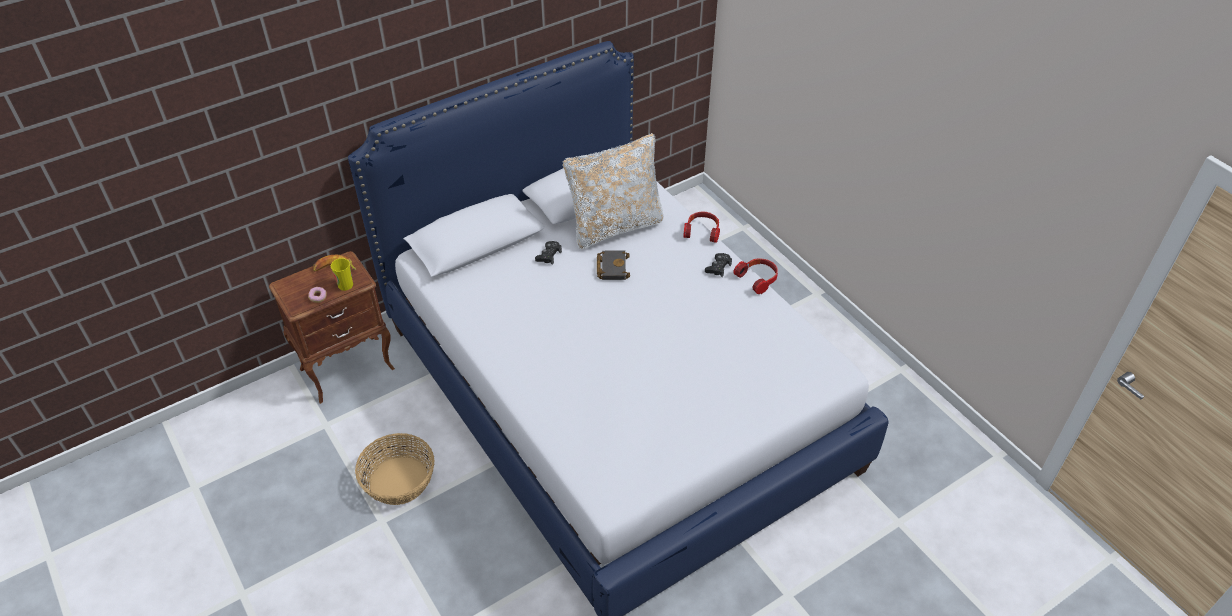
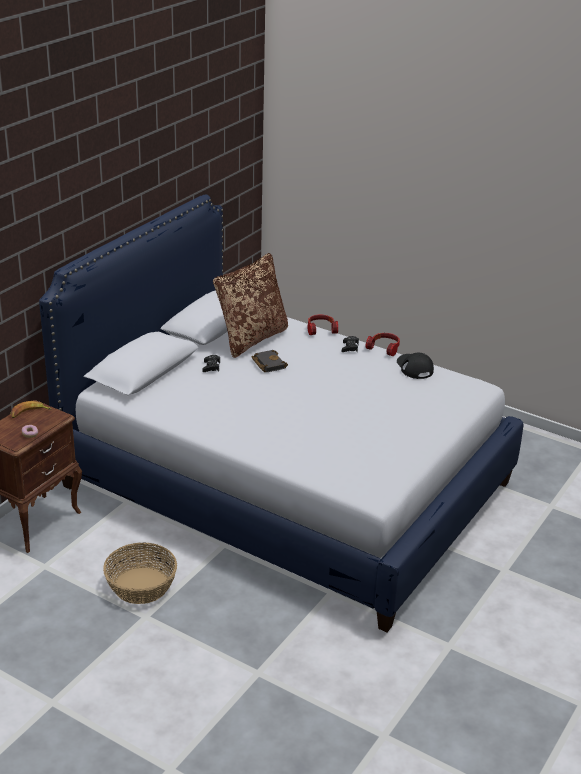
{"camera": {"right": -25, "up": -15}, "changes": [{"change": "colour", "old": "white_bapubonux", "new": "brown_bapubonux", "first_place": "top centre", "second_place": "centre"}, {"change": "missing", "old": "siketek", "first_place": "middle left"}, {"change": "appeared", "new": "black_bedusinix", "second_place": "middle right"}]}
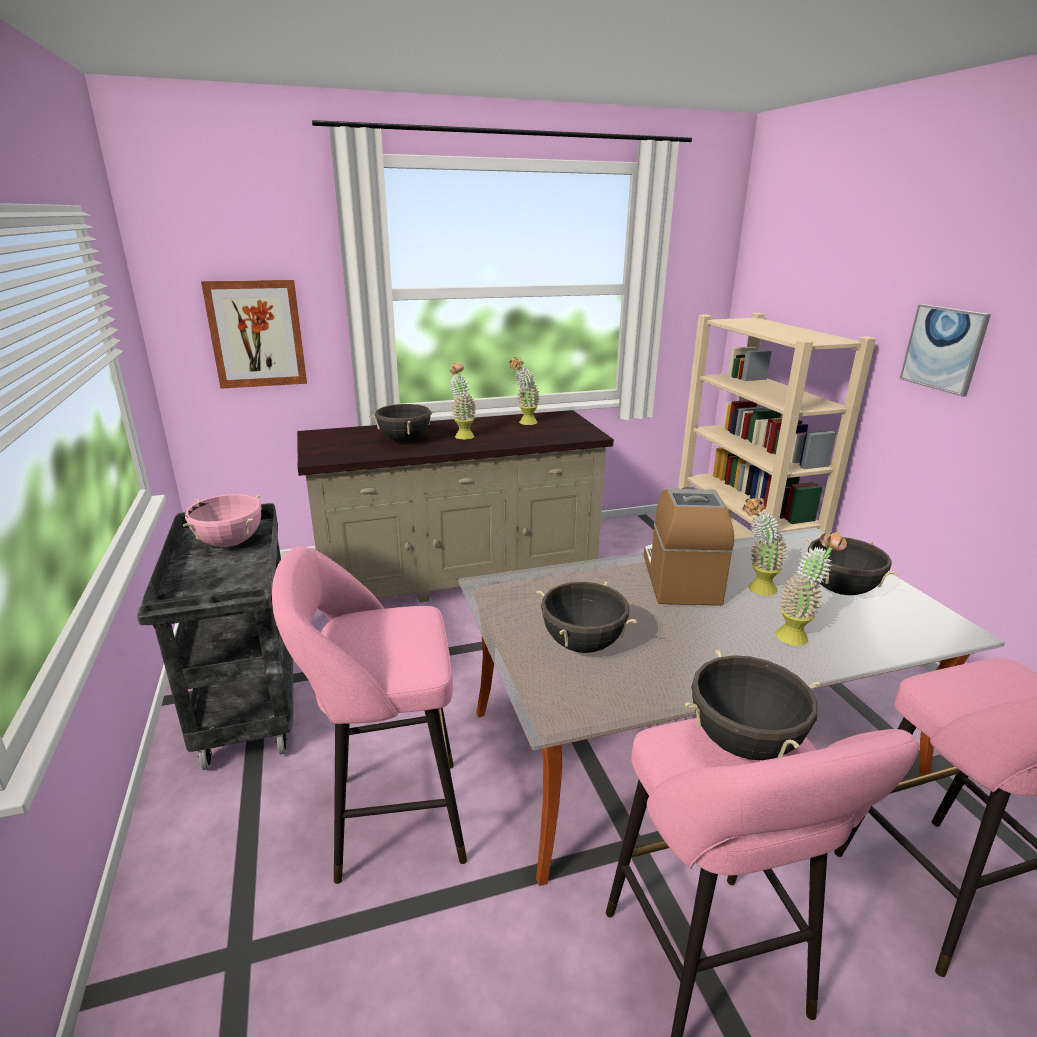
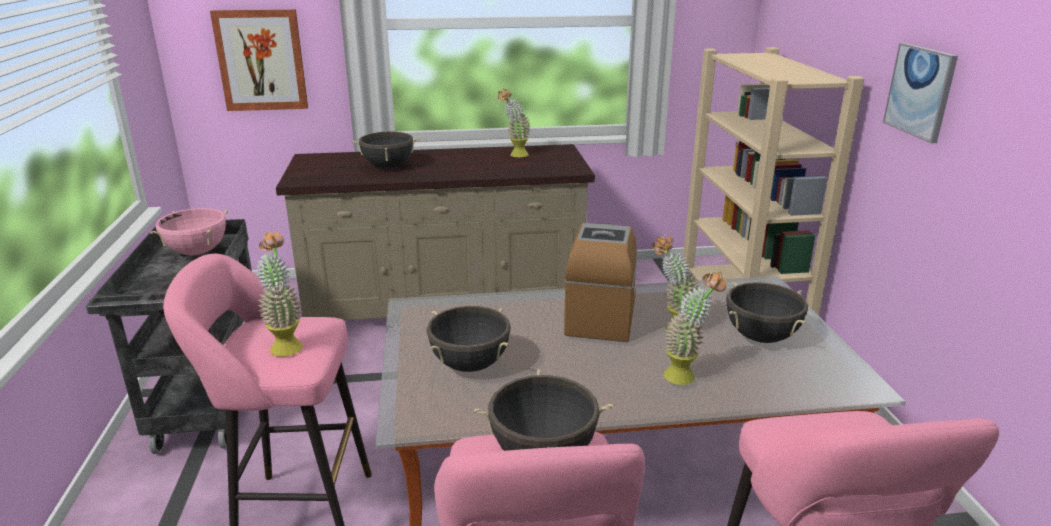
{"camera": {"right": 10, "up": 0}, "changes": [{"change": "relocated", "old": "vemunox (no. 1 from left)", "first_place": "centre", "second_place": "middle left"}]}
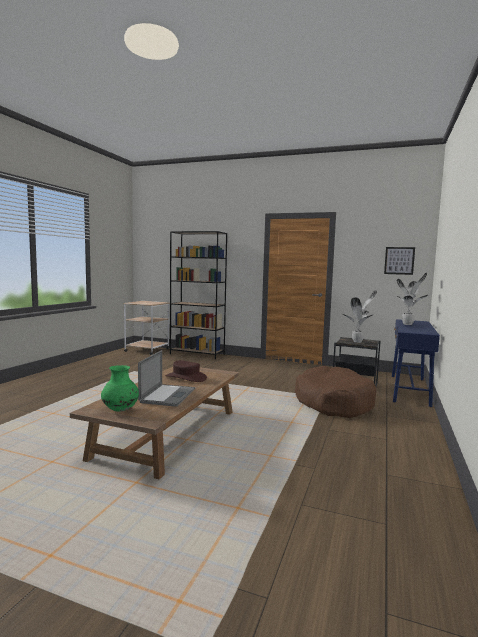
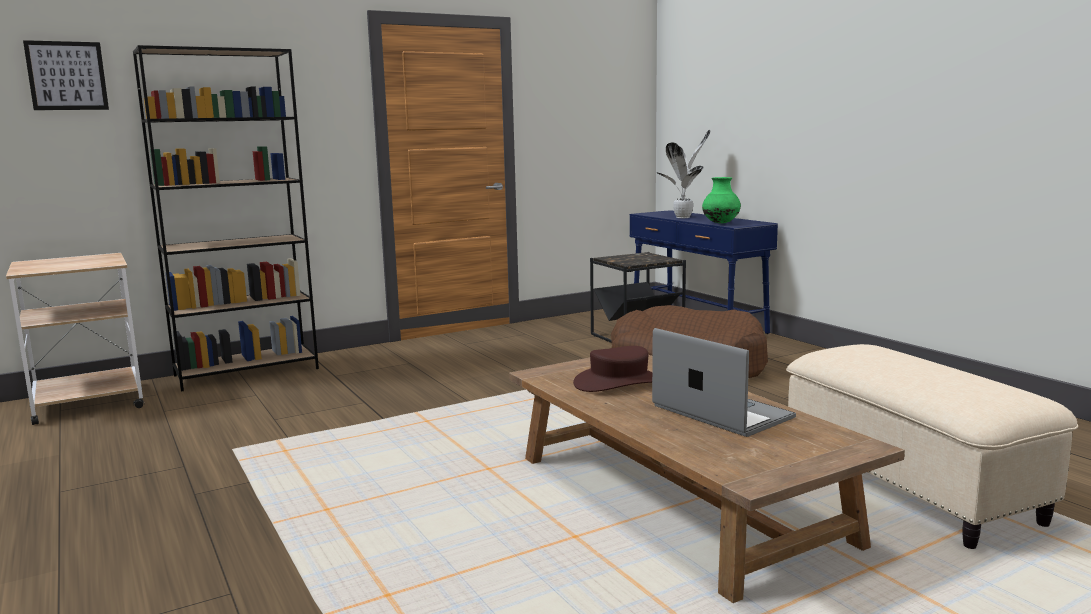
{"camera": {"right": -50, "up": 5}, "changes": [{"change": "relocated", "old": "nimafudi", "first_place": "middle right", "second_place": "top left"}, {"change": "missing", "old": "vemunox (no. 1 from left)", "first_place": "middle right"}, {"change": "relocated", "old": "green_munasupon", "first_place": "middle left", "second_place": "top centre"}, {"change": "appeared", "new": "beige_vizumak", "second_place": "bottom right"}]}
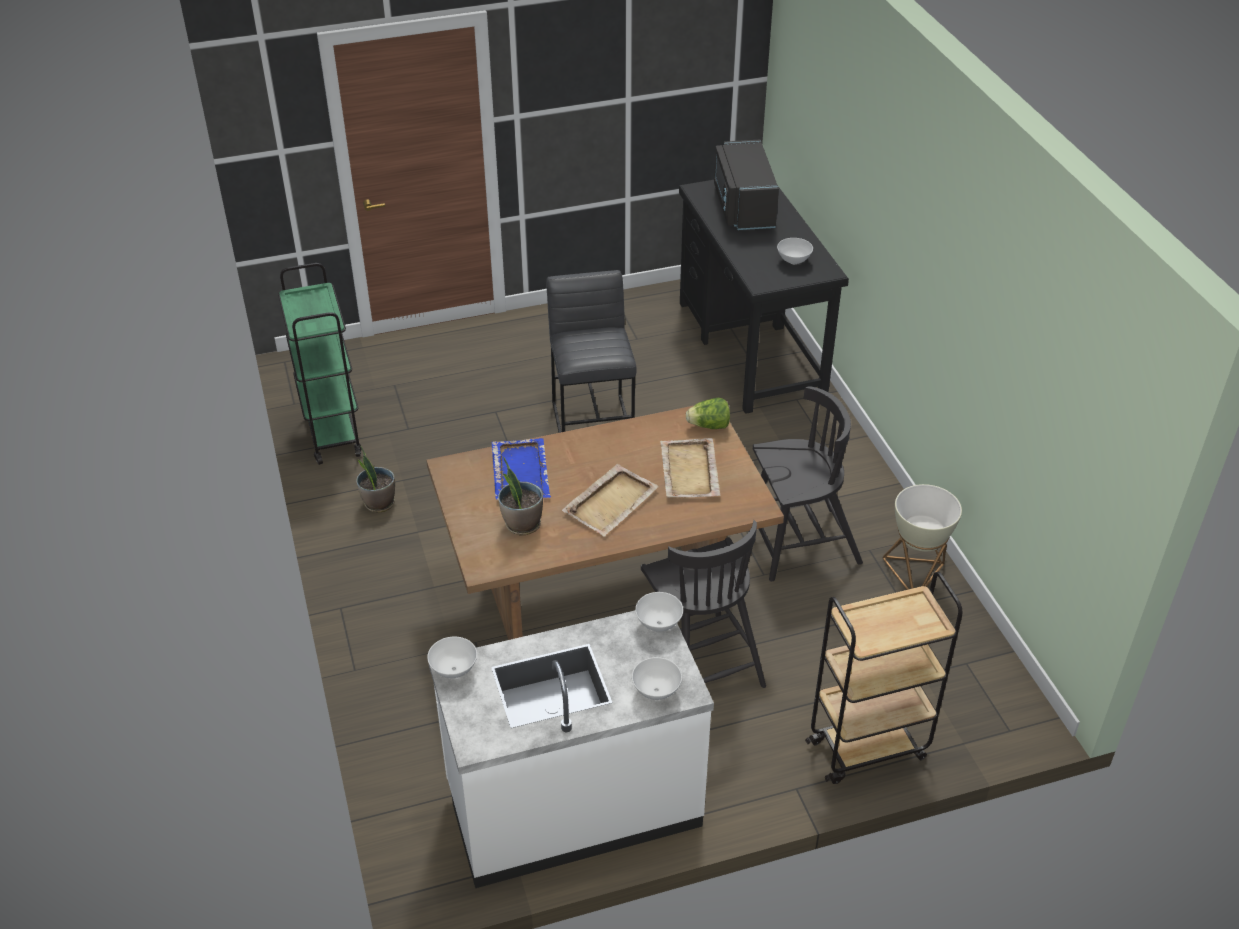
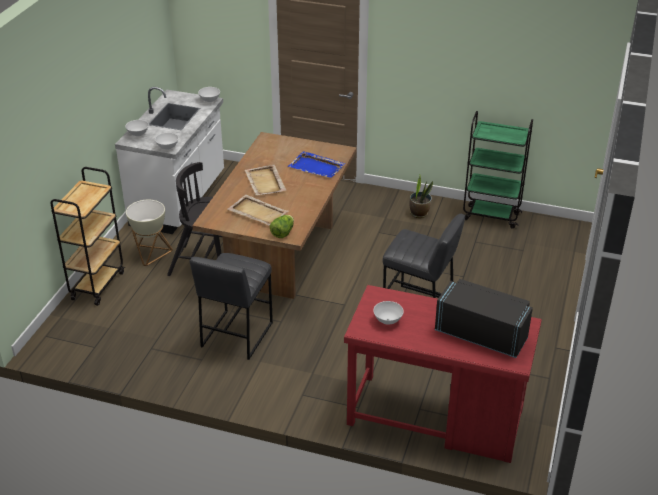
{"camera": {"right": 125, "up": -5}, "changes": [{"change": "colour", "old": "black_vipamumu", "new": "red_vipamumu", "first_place": "top centre", "second_place": "bottom right"}, {"change": "exchanged", "old": "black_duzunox (no. 2 from left)", "new": "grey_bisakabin (no. 1 from left)", "first_place": "centre", "second_place": "centre"}, {"change": "missing", "old": "vemunox (no. 2 from left)", "first_place": "centre"}, {"change": "relocated", "old": "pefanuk", "first_place": "middle right", "second_place": "middle left"}]}
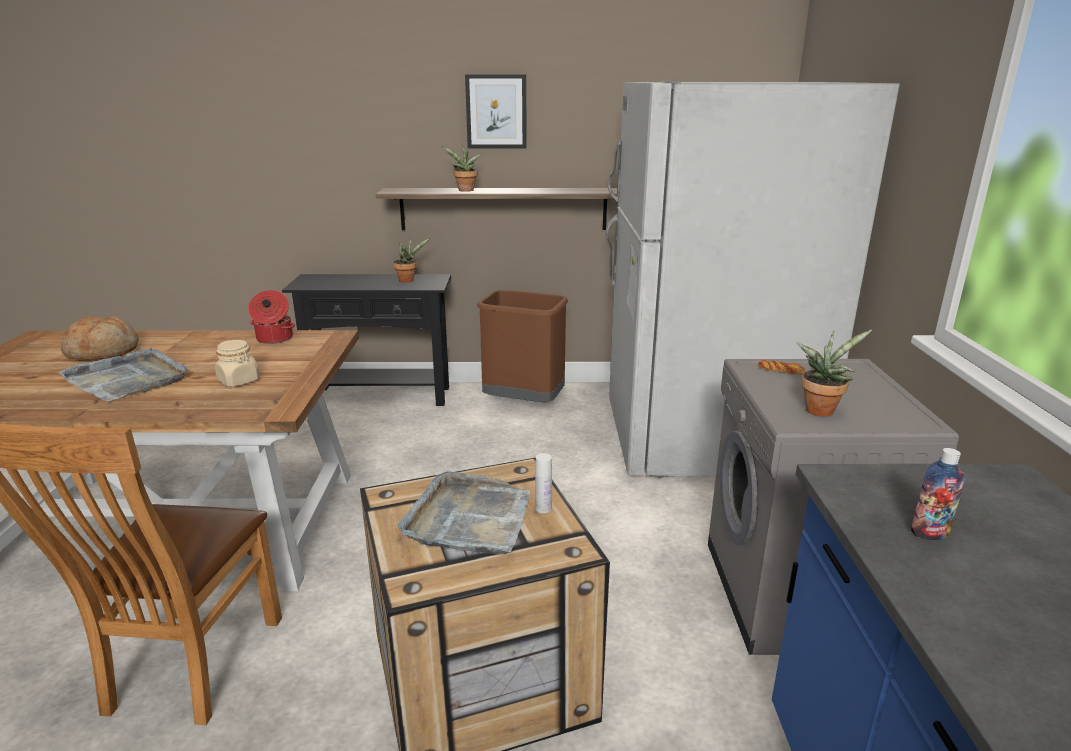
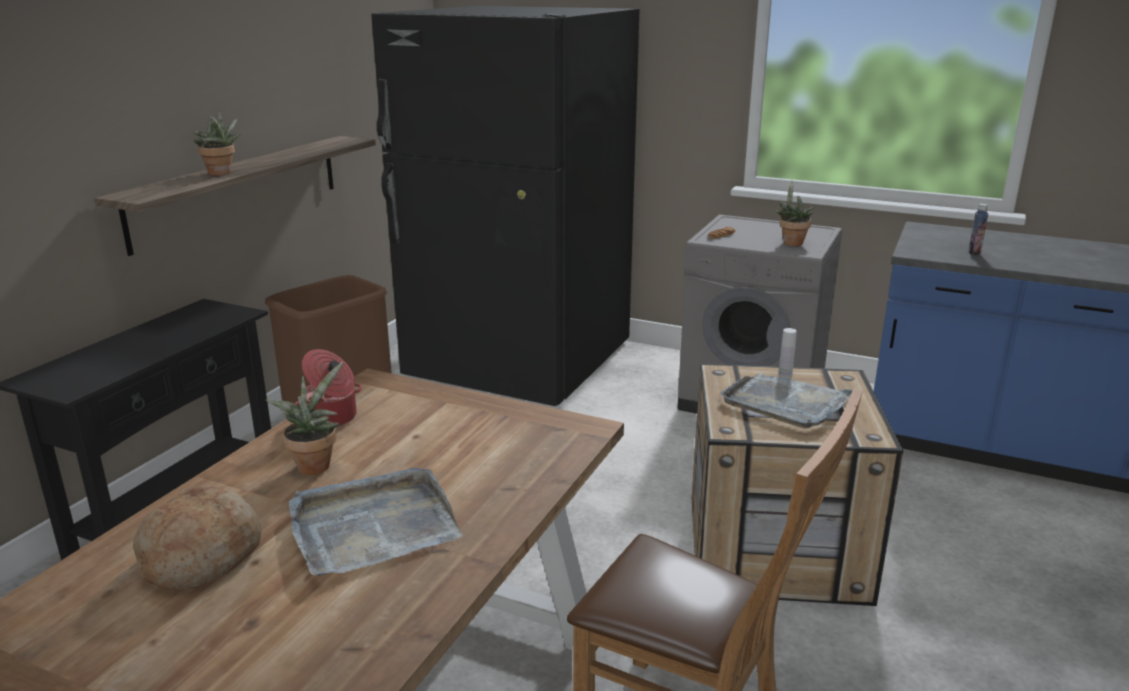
{"camera": {"right": -65, "up": 0}, "changes": [{"change": "missing", "old": "nimafudi", "first_place": "top centre"}, {"change": "colour", "old": "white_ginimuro", "new": "black_ginimuro", "first_place": "middle right", "second_place": "top centre"}, {"change": "relocated", "old": "vemunox (no. 1 from left in the first image)", "new": "vemunox (no. 2 from left)", "first_place": "centre", "second_place": "middle left"}, {"change": "missing", "old": "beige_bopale", "first_place": "middle left"}]}
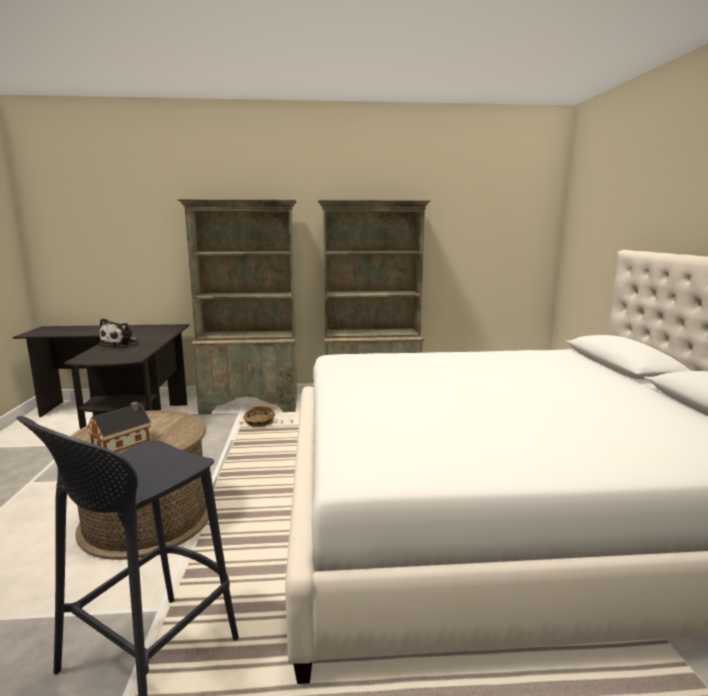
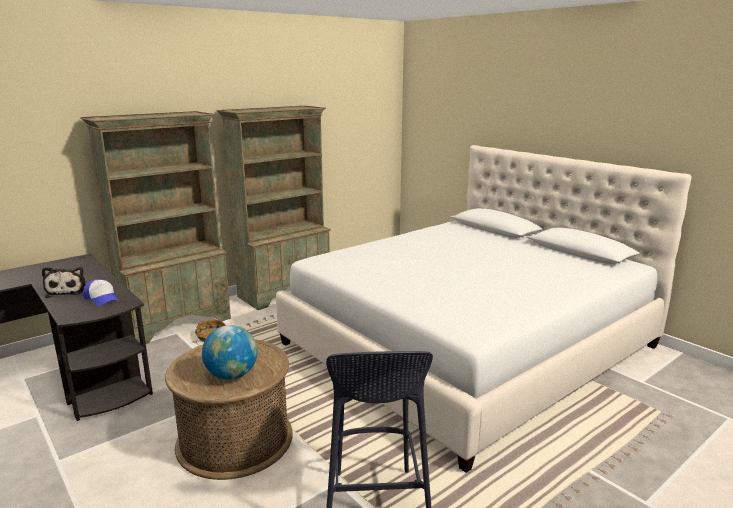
{"camera": {"right": -35, "up": 5}, "changes": [{"change": "exchanged", "old": "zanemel", "new": "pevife", "first_place": "middle left", "second_place": "bottom left"}, {"change": "appeared", "new": "bedusinix", "second_place": "middle left"}]}
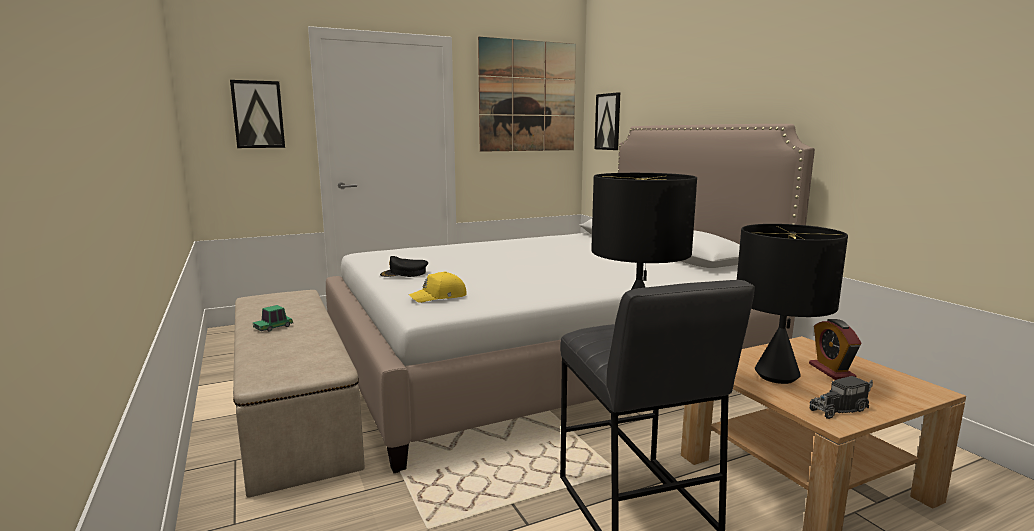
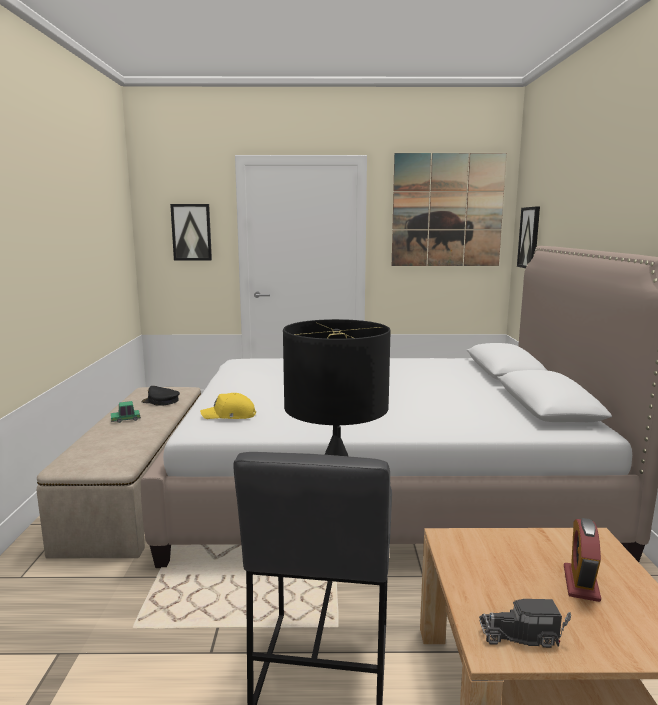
{"camera": {"right": 25, "up": 0}, "changes": [{"change": "missing", "old": "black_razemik (no. 2 from left)", "first_place": "middle right"}, {"change": "relocated", "old": "black_bedusinix", "first_place": "centre", "second_place": "middle left"}]}
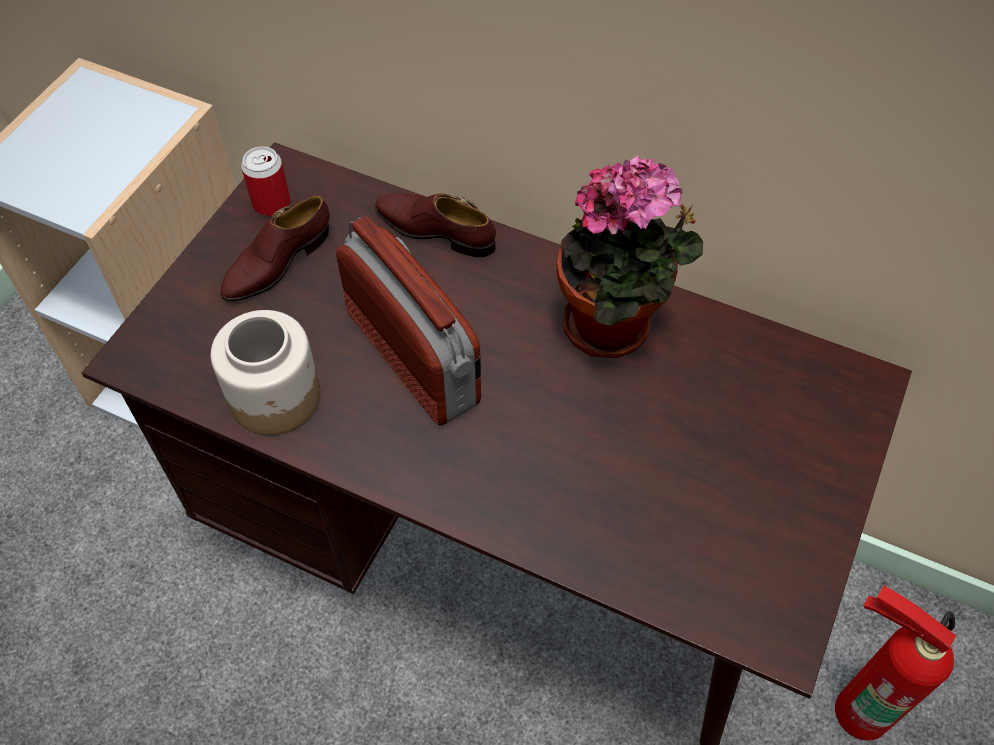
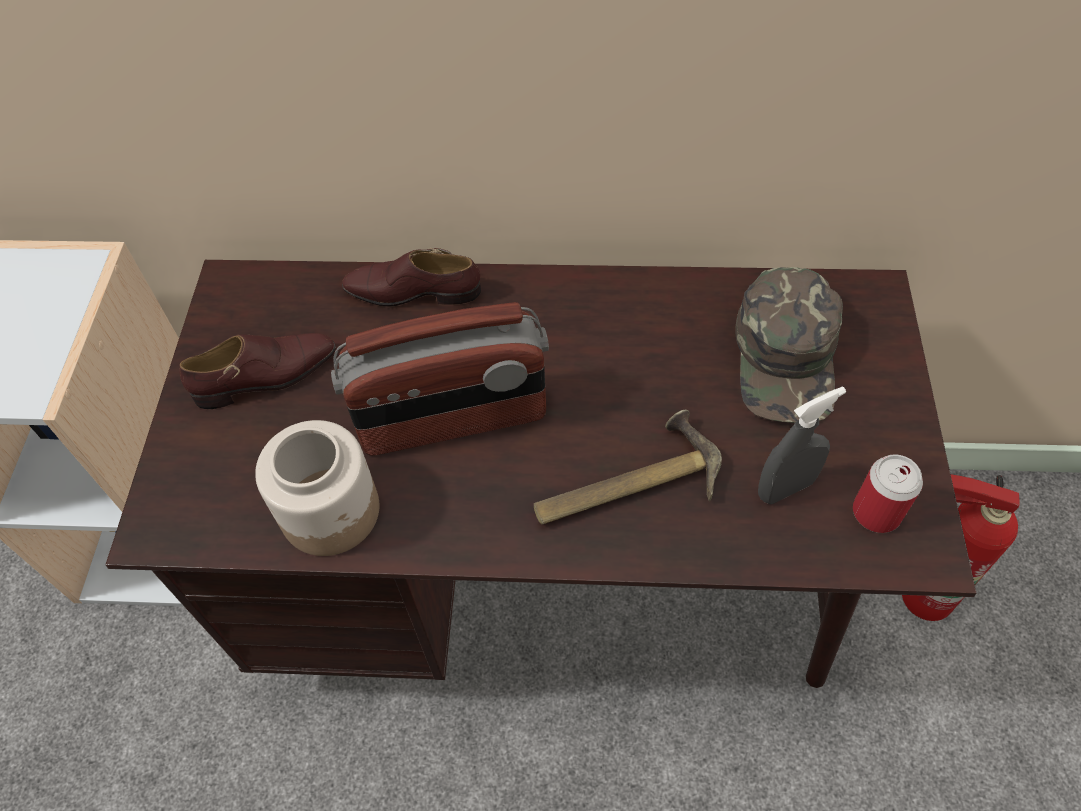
{"camera": {"right": -20, "up": 0}, "changes": [{"change": "relocated", "old": "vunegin", "first_place": "top left", "second_place": "middle right"}, {"change": "missing", "old": "vemunox", "first_place": "centre"}, {"change": "spun", "old": "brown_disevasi (no. 1 from left)", "first_place": "top left", "second_place": "middle left", "degrees": -135}, {"change": "spun", "old": "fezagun", "first_place": "centre", "second_place": "centre", "degrees": 135}, {"change": "appeared", "new": "green_bedusinix", "second_place": "middle right"}, {"change": "appeared", "new": "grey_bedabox", "second_place": "middle right"}, {"change": "appeared", "new": "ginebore", "second_place": "centre"}]}
